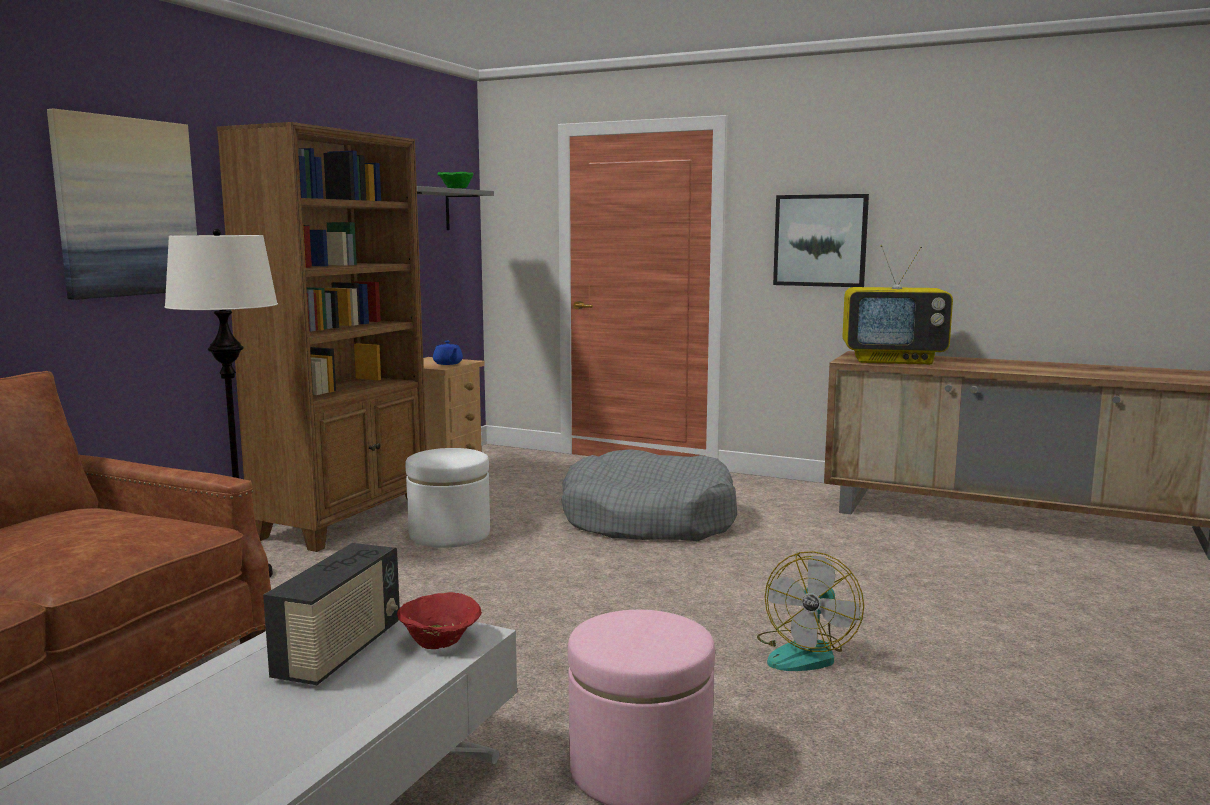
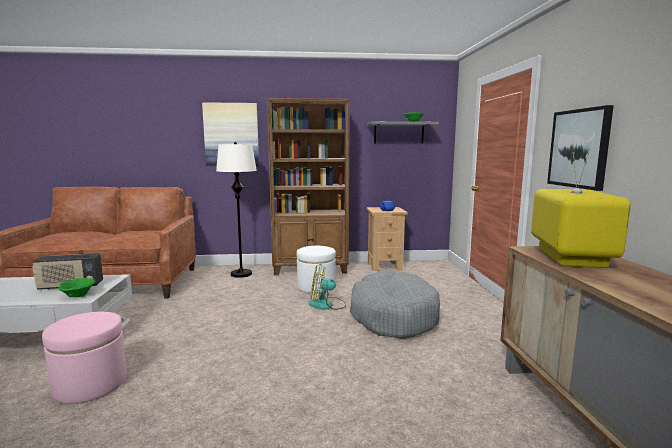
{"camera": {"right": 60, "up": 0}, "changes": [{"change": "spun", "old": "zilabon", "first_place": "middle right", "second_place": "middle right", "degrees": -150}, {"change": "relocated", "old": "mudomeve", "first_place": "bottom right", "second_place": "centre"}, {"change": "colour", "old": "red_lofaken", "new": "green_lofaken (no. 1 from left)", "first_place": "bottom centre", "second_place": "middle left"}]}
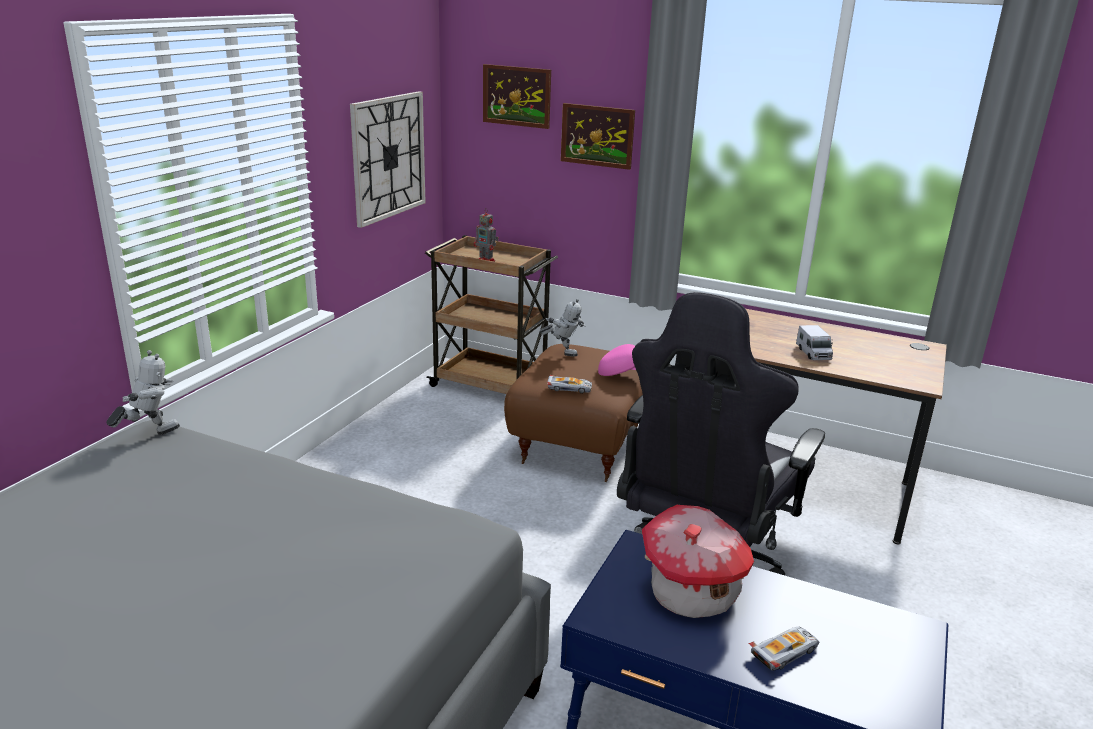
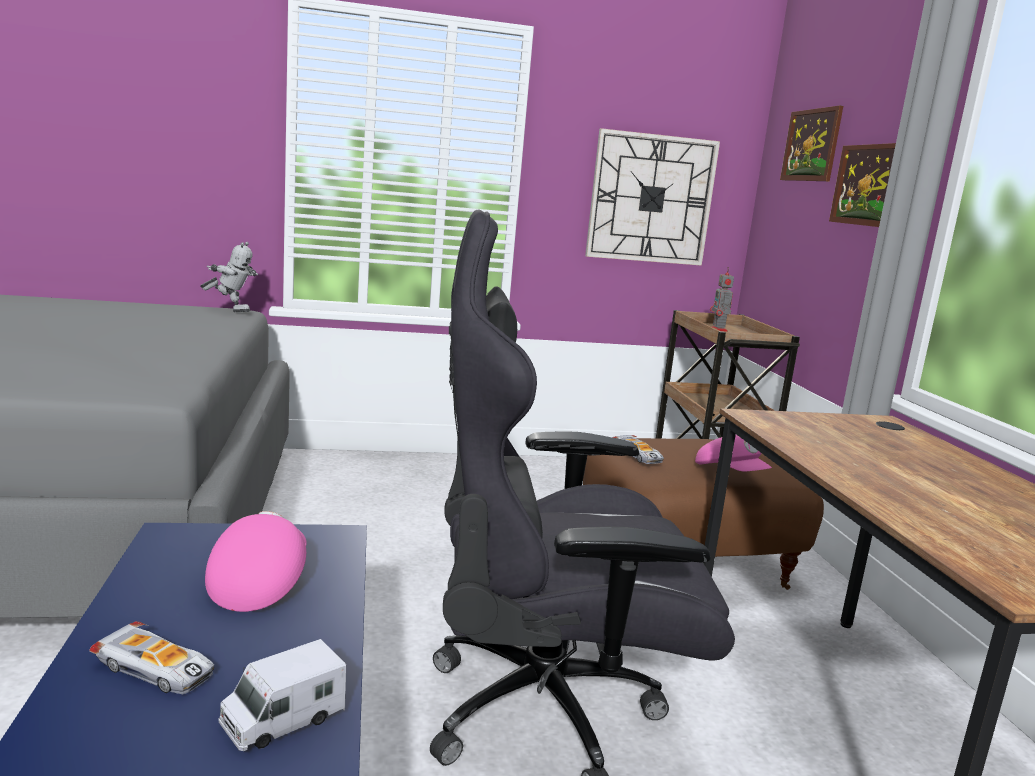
{"camera": {"right": 55, "up": -10}, "changes": [{"change": "missing", "old": "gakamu (no. 3 from left)", "first_place": "centre"}, {"change": "relocated", "old": "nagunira", "first_place": "middle right", "second_place": "bottom left"}, {"change": "exchanged", "old": "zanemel", "new": "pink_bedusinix (no. 1 from left)", "first_place": "bottom centre", "second_place": "bottom left"}]}
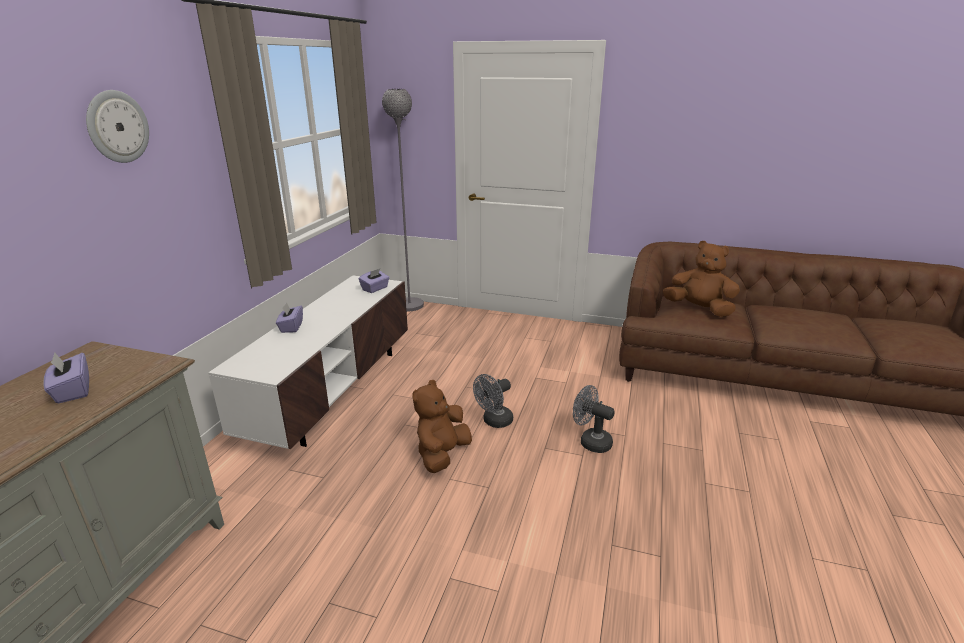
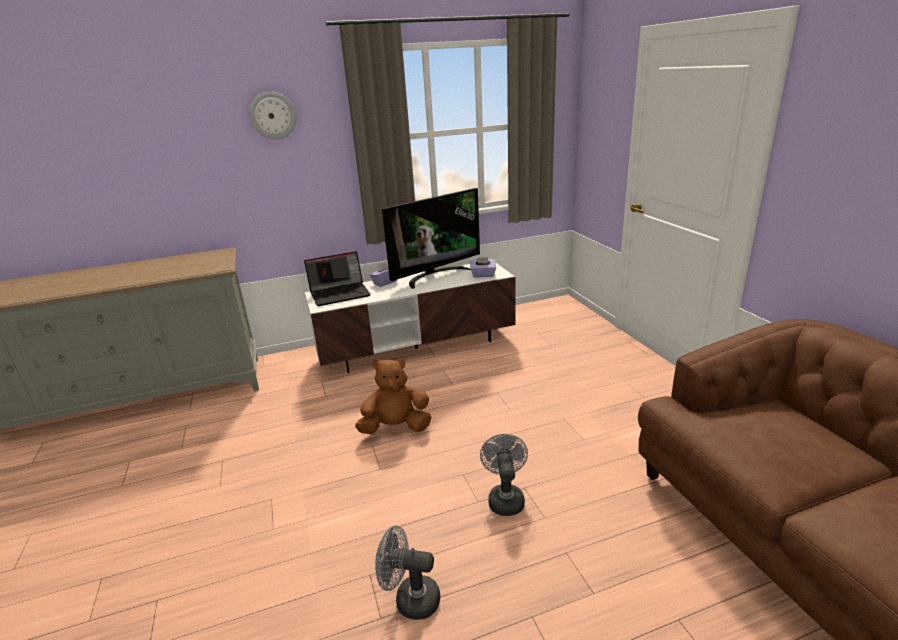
{"camera": {"right": 55, "up": 0}, "changes": [{"change": "missing", "old": "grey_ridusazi", "first_place": "top centre"}, {"change": "missing", "old": "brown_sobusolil (no. 2 from left)", "first_place": "middle right"}, {"change": "missing", "old": "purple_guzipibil (no. 1 from left)", "first_place": "middle left"}, {"change": "relocated", "old": "grey_mudomeve (no. 1 from left)", "first_place": "centre", "second_place": "bottom centre"}, {"change": "appeared", "new": "zilabon", "second_place": "centre"}, {"change": "appeared", "new": "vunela", "second_place": "centre"}]}
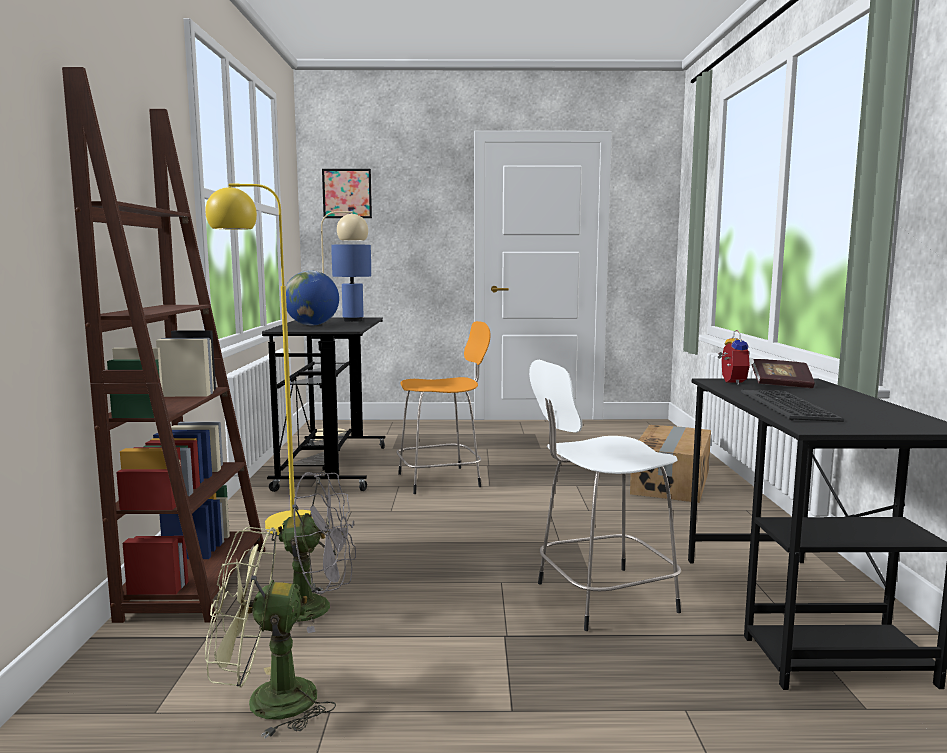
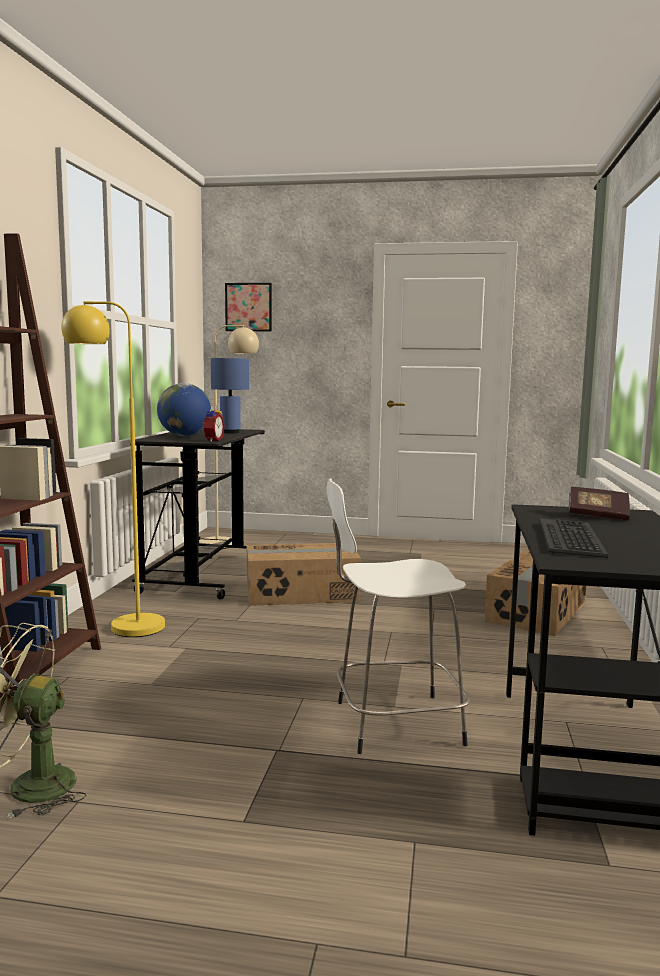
{"camera": {"right": 10, "up": 0}, "changes": [{"change": "exchanged", "old": "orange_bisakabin", "new": "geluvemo (no. 1 from left)", "first_place": "centre", "second_place": "centre"}, {"change": "relocated", "old": "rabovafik", "first_place": "middle right", "second_place": "middle left"}, {"change": "missing", "old": "grey_mudomeve", "first_place": "bottom centre"}]}
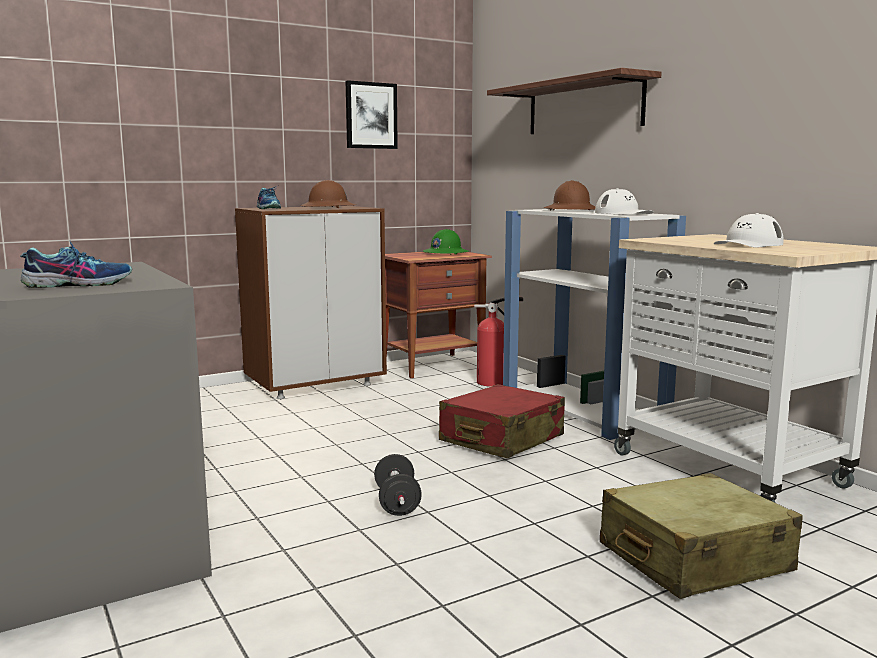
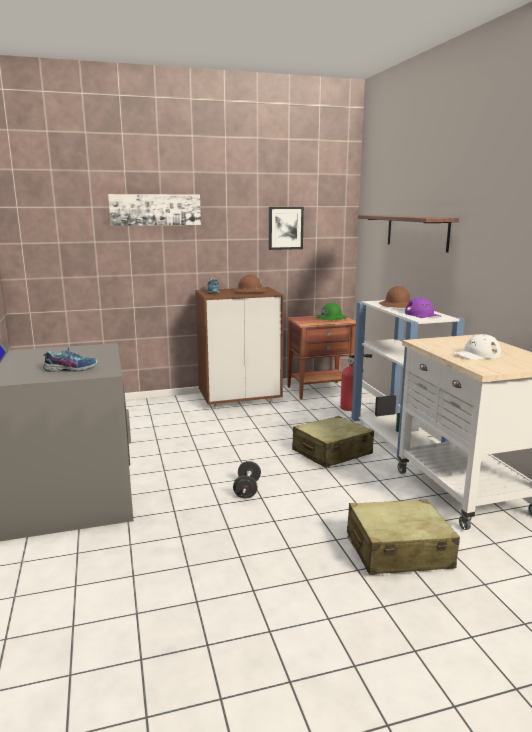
{"camera": {"right": 15, "up": 5}, "changes": [{"change": "colour", "old": "white_bedusinix (no. 1 from left)", "new": "purple_bedusinix", "first_place": "top right", "second_place": "middle right"}, {"change": "colour", "old": "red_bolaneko", "new": "beige_bolaneko (no. 1 from left)", "first_place": "centre", "second_place": "centre"}, {"change": "appeared", "new": "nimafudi (no. 1 from left)", "second_place": "top left"}]}
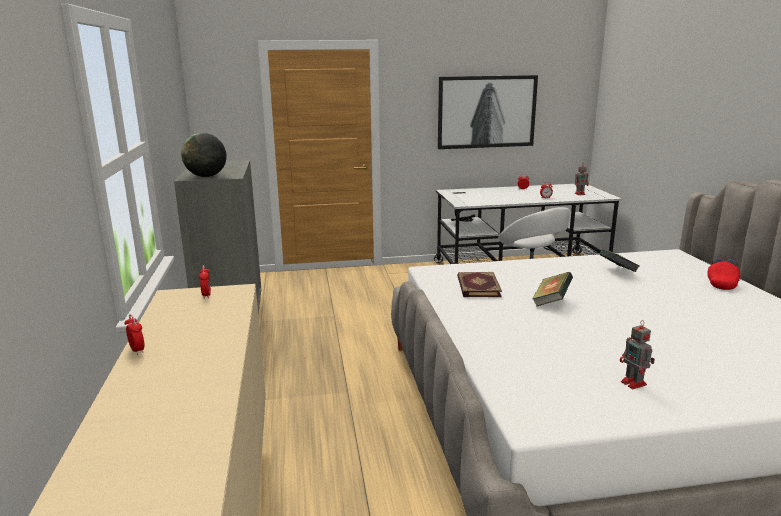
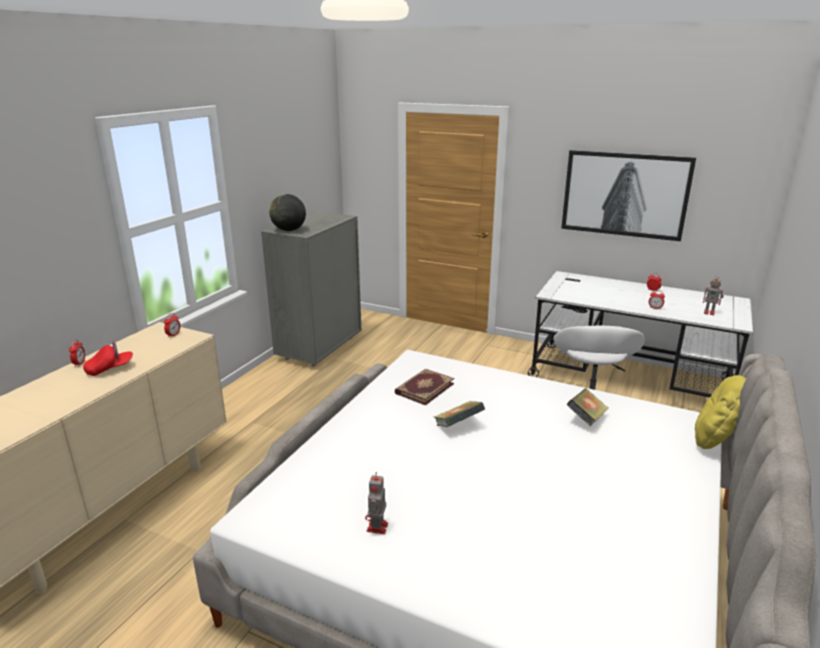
{"camera": {"right": 35, "up": 5}, "changes": [{"change": "relocated", "old": "red_bedusinix", "first_place": "middle right", "second_place": "middle left"}, {"change": "appeared", "new": "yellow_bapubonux", "second_place": "middle right"}]}
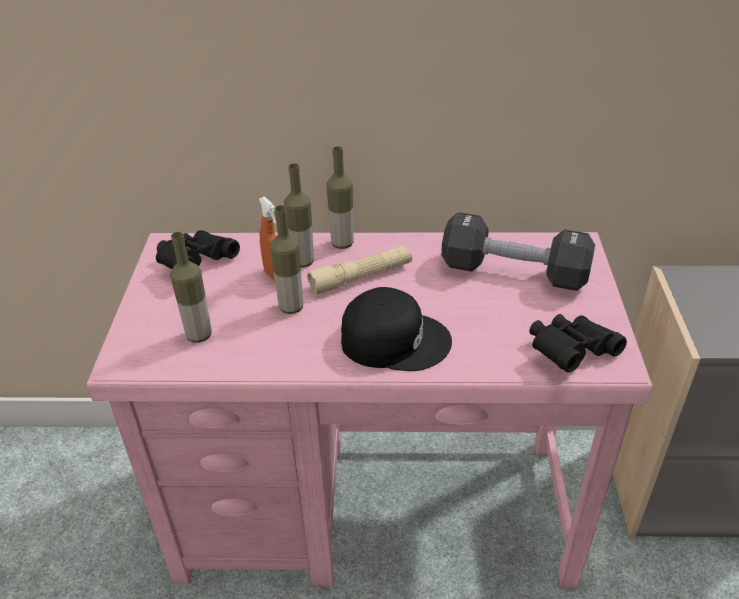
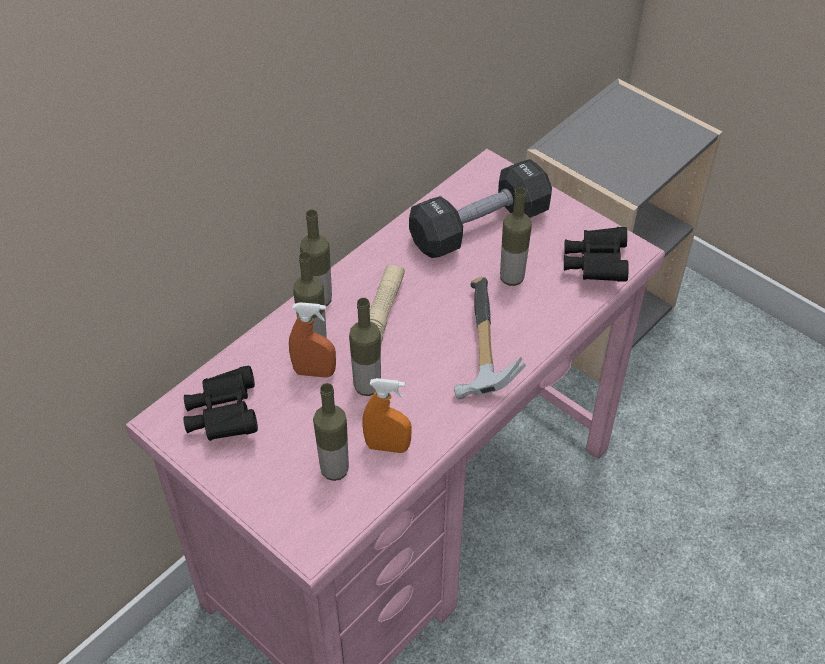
{"camera": {"right": -50, "up": 10}, "changes": [{"change": "exchanged", "old": "black_bedusinix", "new": "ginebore", "first_place": "centre", "second_place": "centre"}, {"change": "appeared", "new": "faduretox (no. 5 from left)", "second_place": "centre"}, {"change": "appeared", "new": "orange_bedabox (no. 2 from left)", "second_place": "centre"}]}
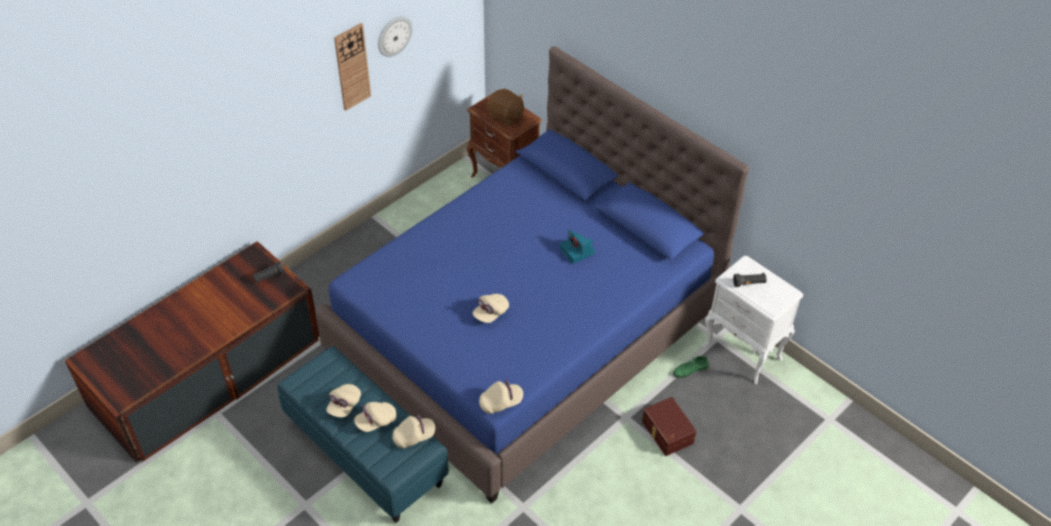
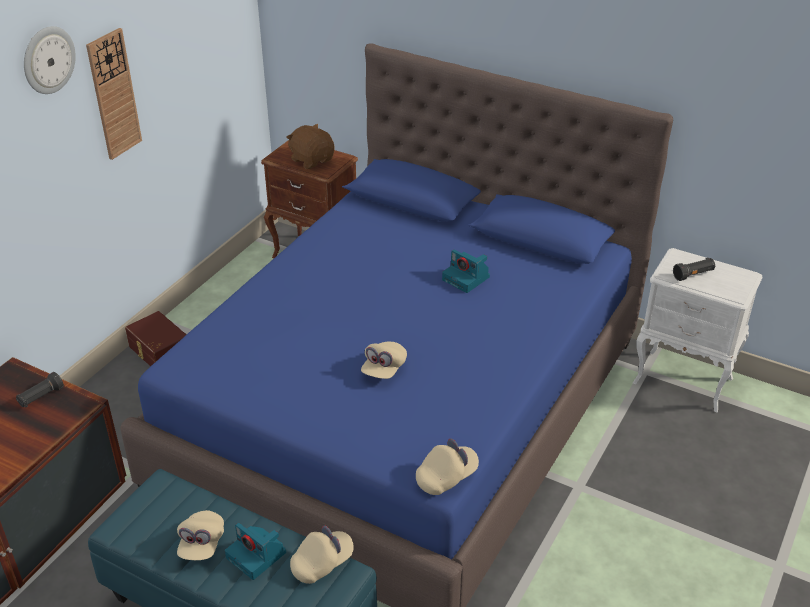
{"camera": {"right": -15, "up": -10}, "changes": [{"change": "relocated", "old": "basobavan (no. 2 from left in the first image)", "new": "basobavan (no. 1 from left)", "first_place": "top centre", "second_place": "top left"}, {"change": "spun", "old": "brown_sobusolil", "first_place": "top centre", "second_place": "top centre", "degrees": -150}, {"change": "missing", "old": "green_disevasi", "first_place": "bottom centre"}, {"change": "relocated", "old": "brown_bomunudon", "first_place": "bottom centre", "second_place": "middle left"}, {"change": "exchanged", "old": "beige_bedusinix (no. 2 from left)", "new": "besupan (no. 1 from left)", "first_place": "bottom centre", "second_place": "bottom left"}]}
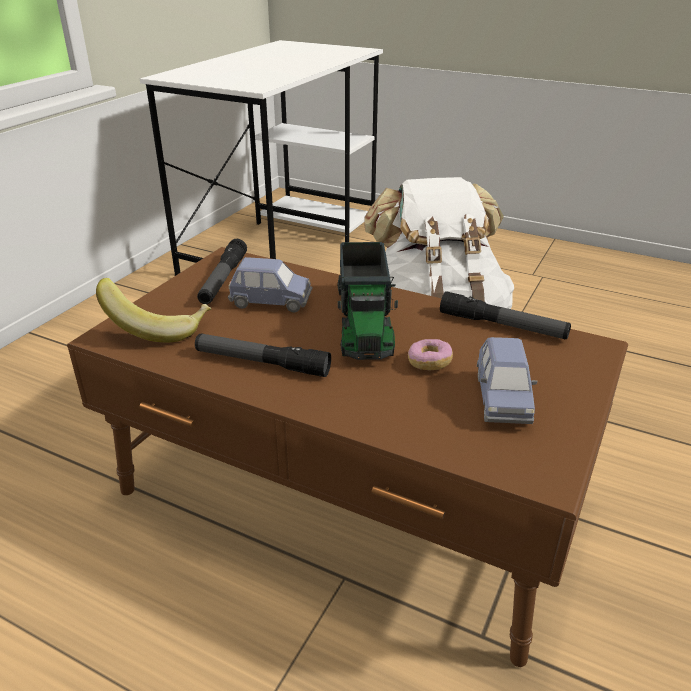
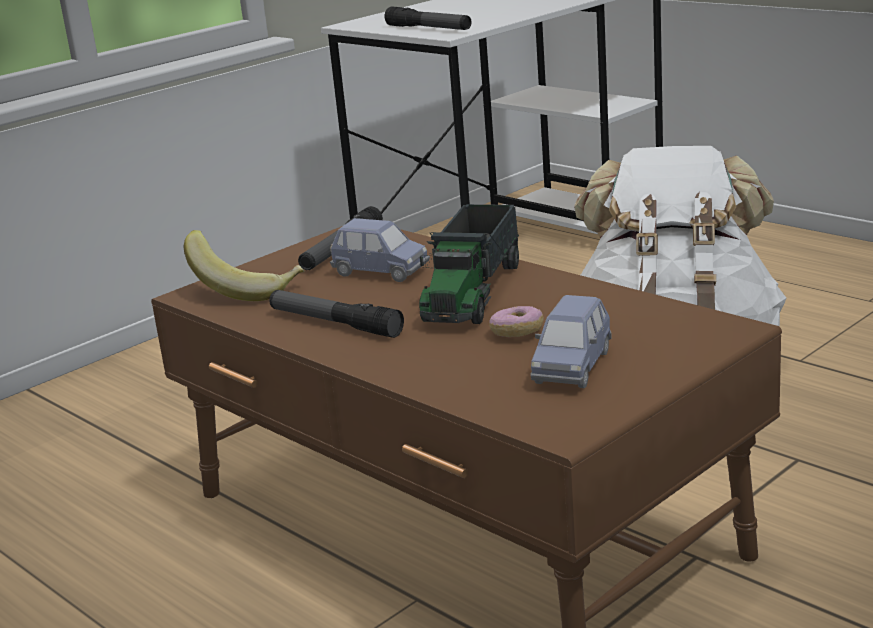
{"camera": {"right": 20, "up": -10}, "changes": [{"change": "relocated", "old": "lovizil (no. 3 from left)", "first_place": "middle right", "second_place": "top centre"}]}
